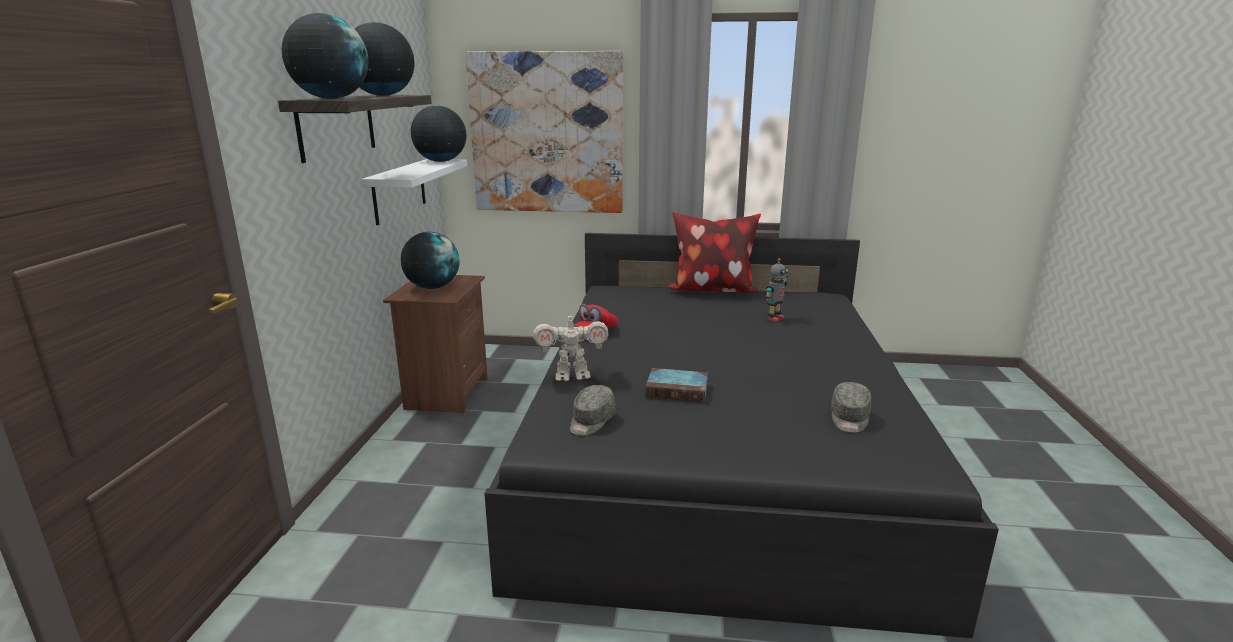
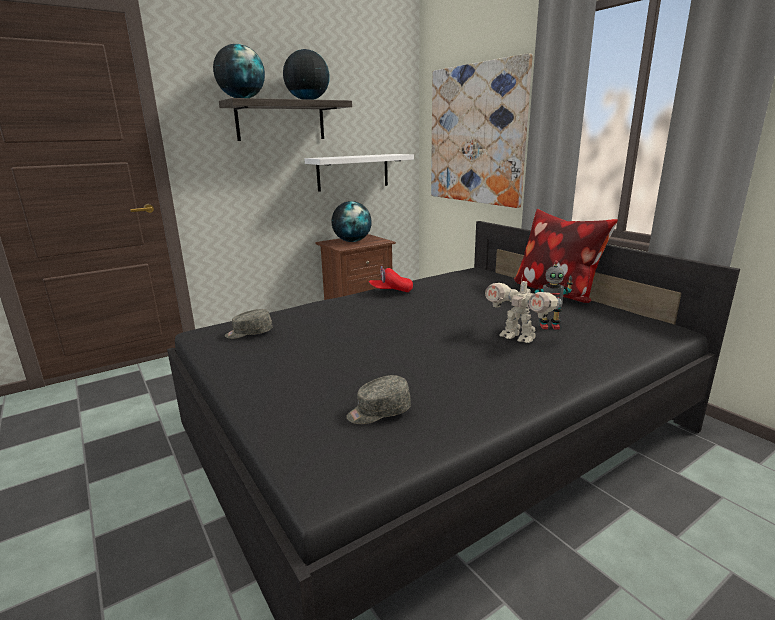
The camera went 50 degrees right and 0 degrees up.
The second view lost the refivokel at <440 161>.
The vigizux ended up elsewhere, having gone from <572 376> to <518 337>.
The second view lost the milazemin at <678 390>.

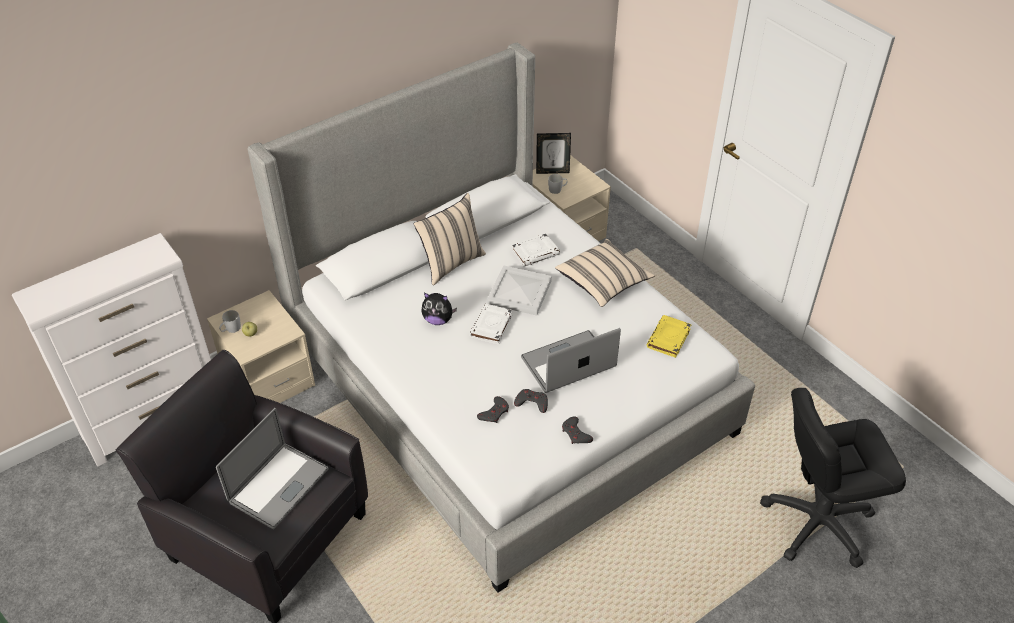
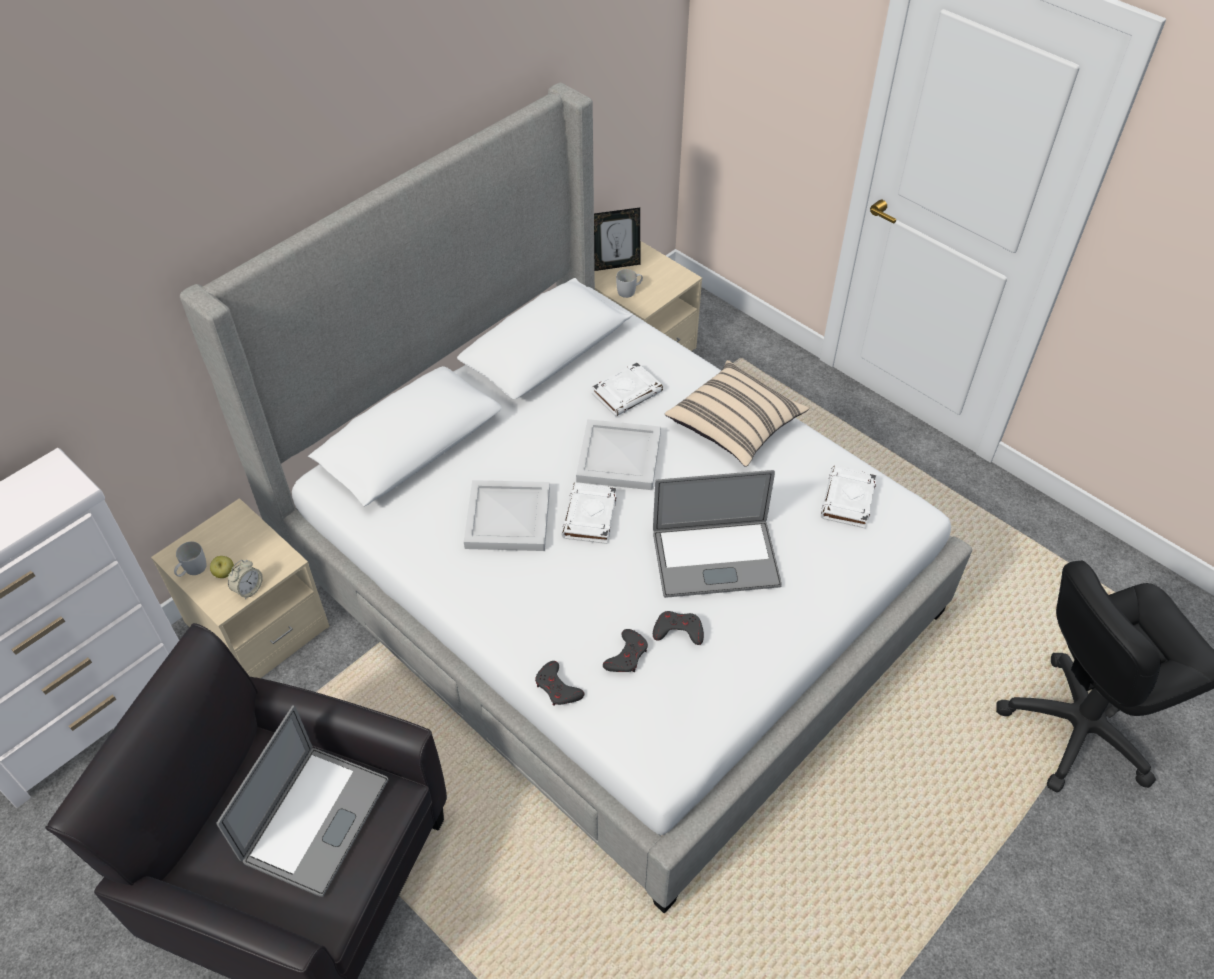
The camera went 10 degrees left and 5 degrees up.
The second view lost the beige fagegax at <451 263>.
Where the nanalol stood at <438 320>, the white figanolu came to stand at <509 517>.
What was the yellow milazemin at <668 339> turned into the white milazemin at <848 501>.
The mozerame at <568 362> ended up facing another way, 150 degrees counterclockwise from before.
The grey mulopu ended up elsewhere, having gone from <576 434> to <557 688>.
The second view gained the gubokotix at <249 589>.

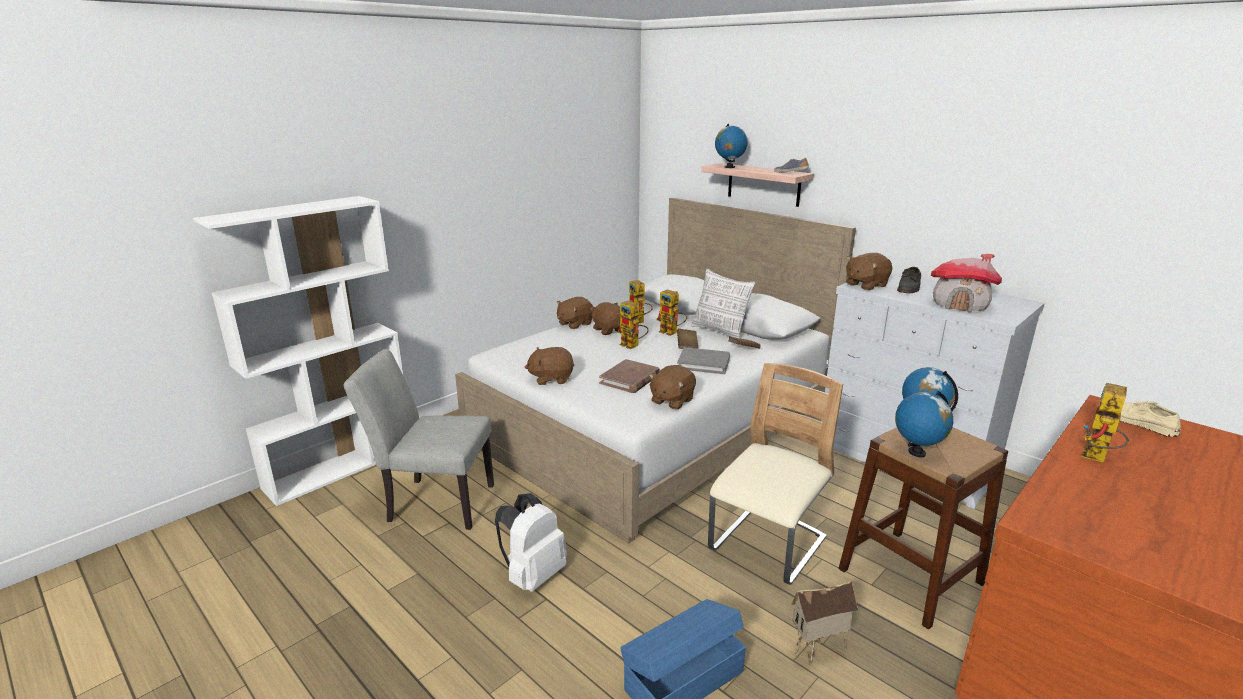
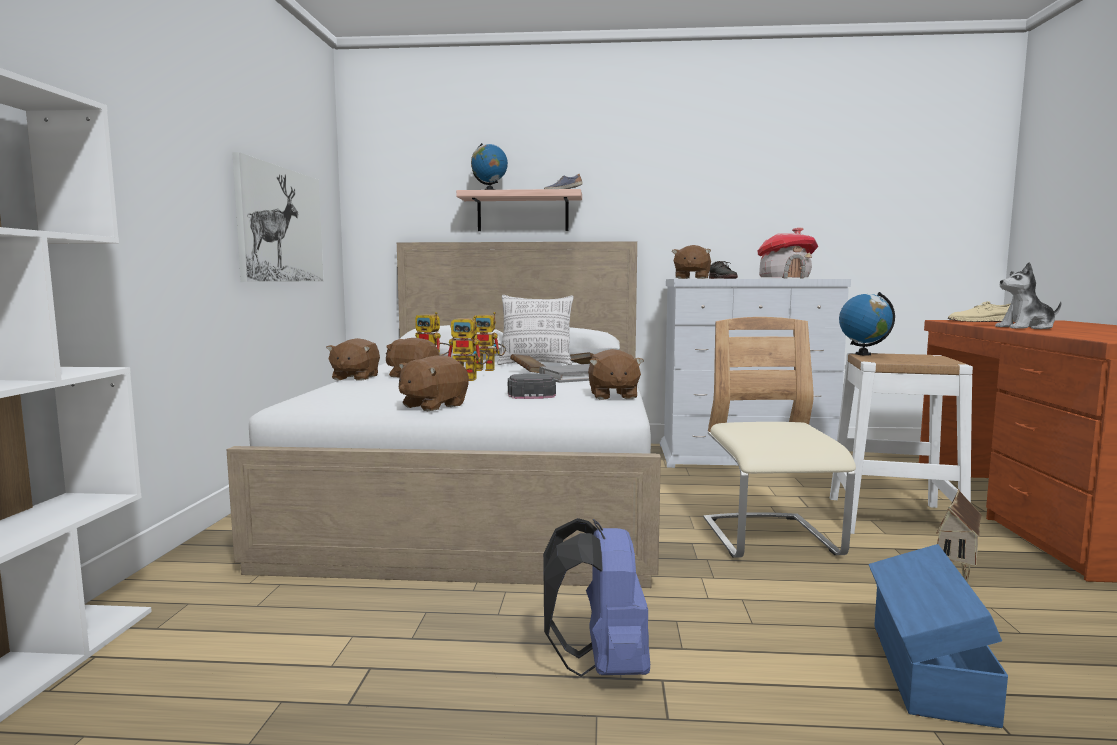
The camera went 40 degrees left and 15 degrees down.
The second view lost the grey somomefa at <433 502>.
Where the brown milazemin stood at <630 379>, the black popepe came to stand at <530 393>.
Where the vigizux stood at <1097 458>, the nanalol came to stand at <1026 328>.
The second view lost the refivokel at <916 452>.
What was the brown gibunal at <910 575> turned into the white gibunal at <893 518>.
What was the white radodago at <533 575> turned into the blue radodago at <601 666>.
The second view gained the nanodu at <281 225>.

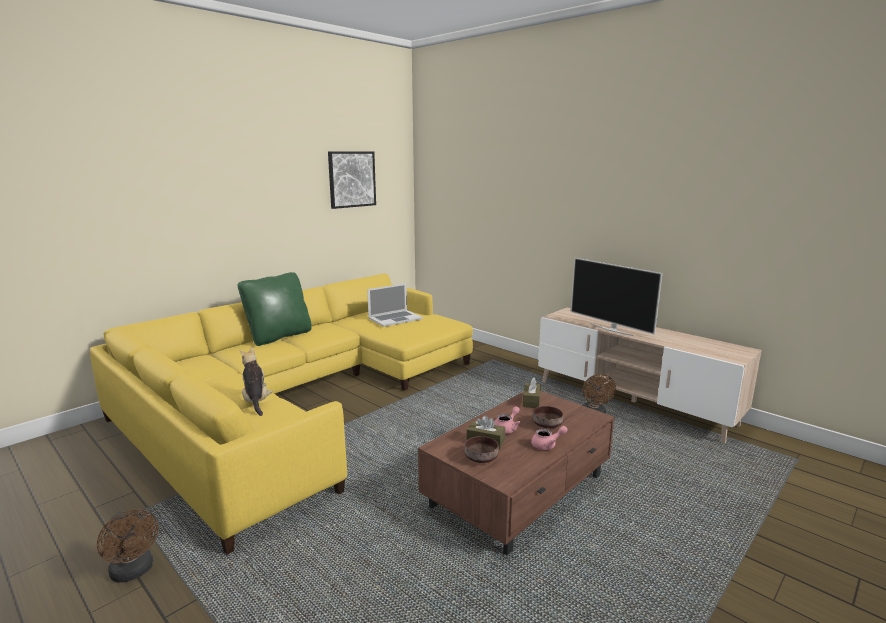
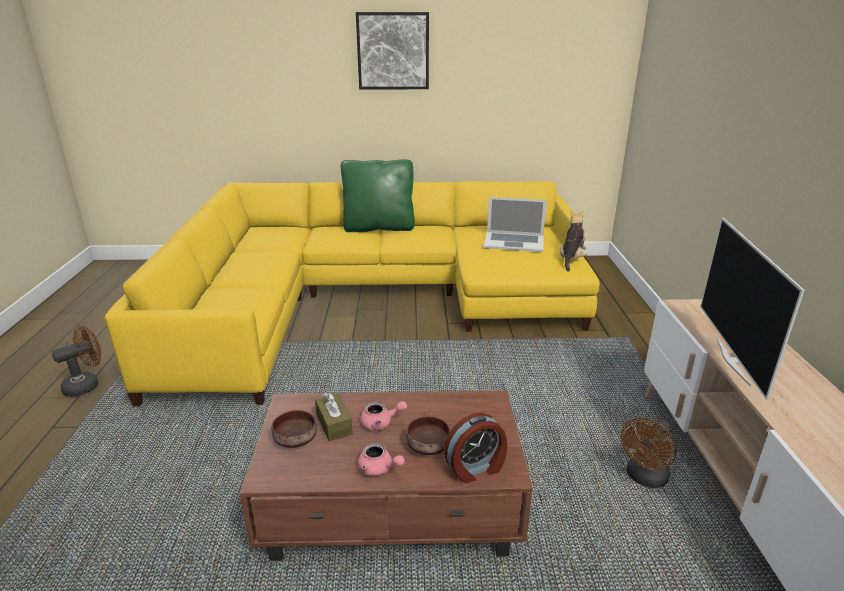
The camera went 45 degrees right and 10 degrees up.
The nanodu ended up elsewhere, having gone from <351 179> to <393 51>.
The nanalol ended up elsewhere, having gone from <256 401> to <571 259>.
The second view lost the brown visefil at <531 401>.
The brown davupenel at <134 572> ended up facing another way, 135 degrees counterclockwise from before.
The second view gained the gubokotix at <476 468>.

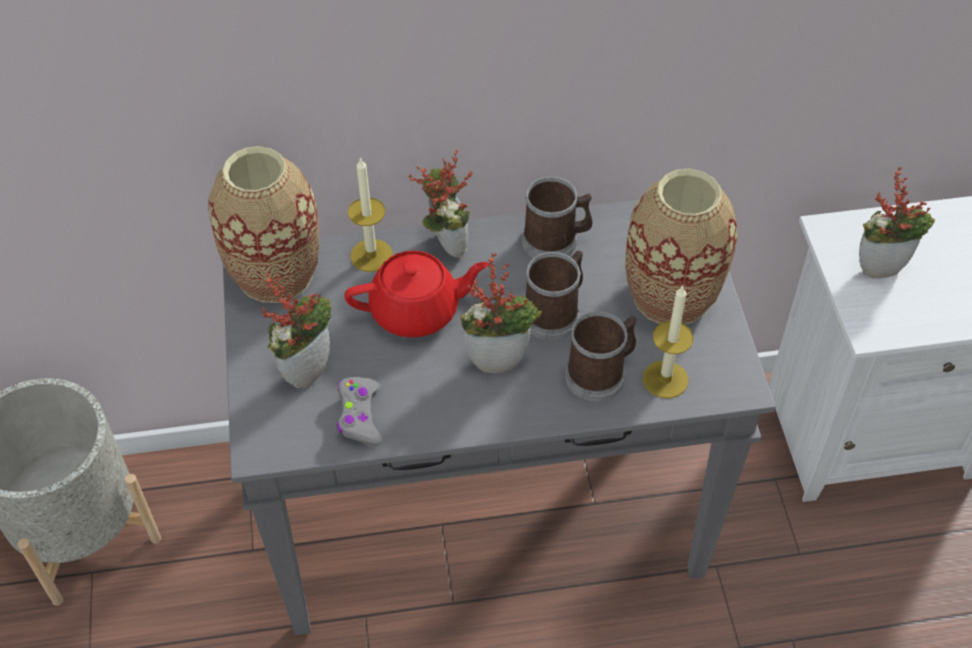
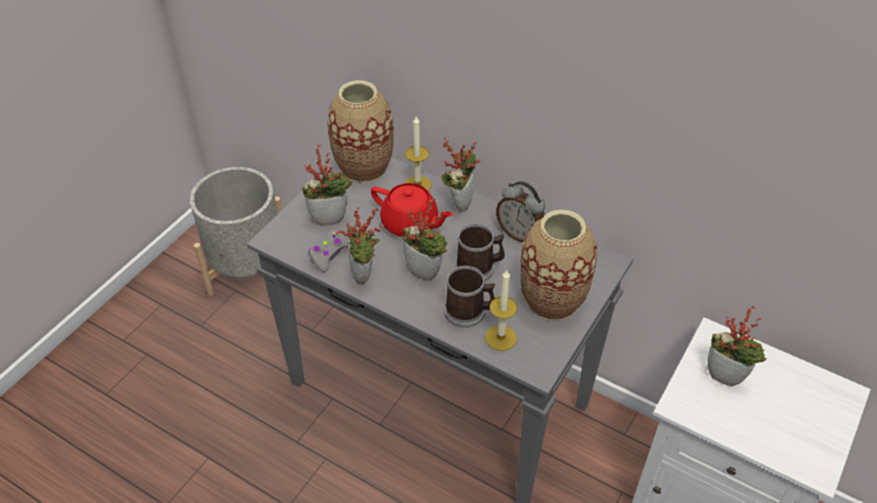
The camera went 40 degrees right and 5 degrees down.
Where the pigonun stood at <556 241>, the gubokotix came to stand at <520 234>.
The second view gained the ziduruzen at <365 275>.

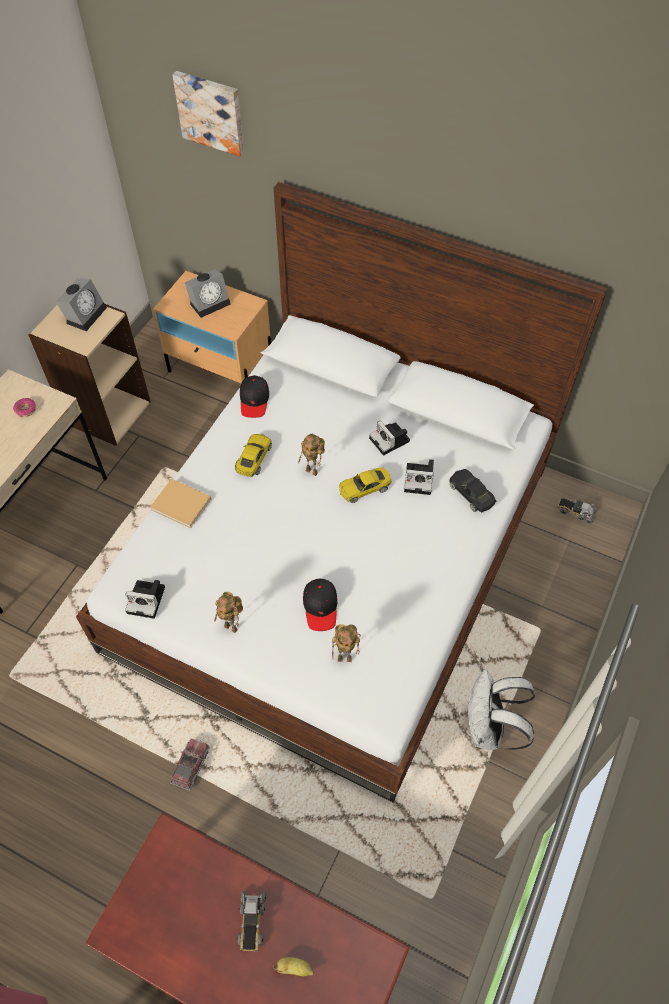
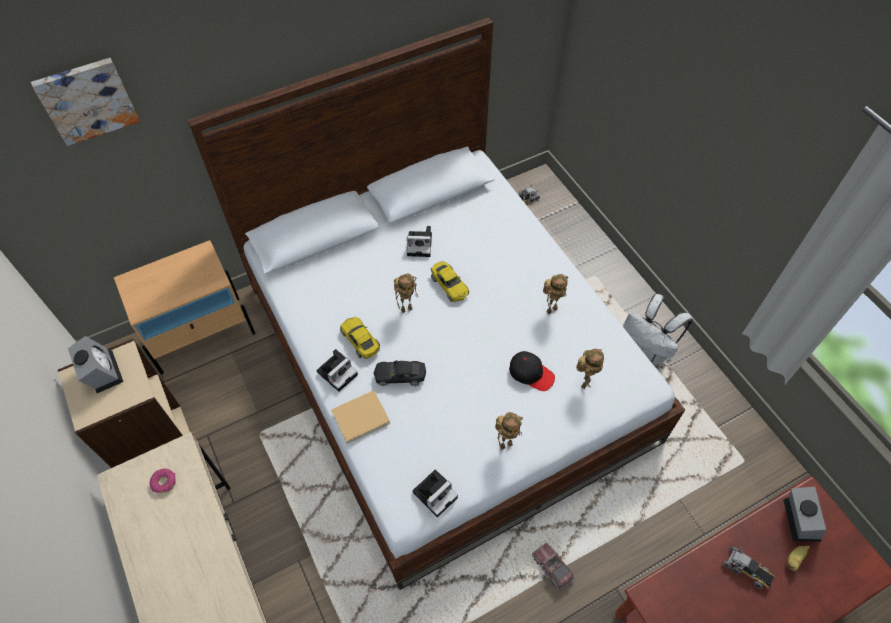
The camera went 55 degrees left and 0 degrees up.
The gubokotix ended up elsewhere, having gone from <210 302> to <798 518>.
The second view lost the black popepe at <254 400>.
The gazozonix ended up elsewhere, having gone from <420 479> to <338 372>.
The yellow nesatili at <364 488> ended up facing another way, 45 degrees counterclockwise from before.
The black nesatili ended up elsewhere, having gone from <471 494> to <400 375>.
The second view gained the vigizux at <551 309>.

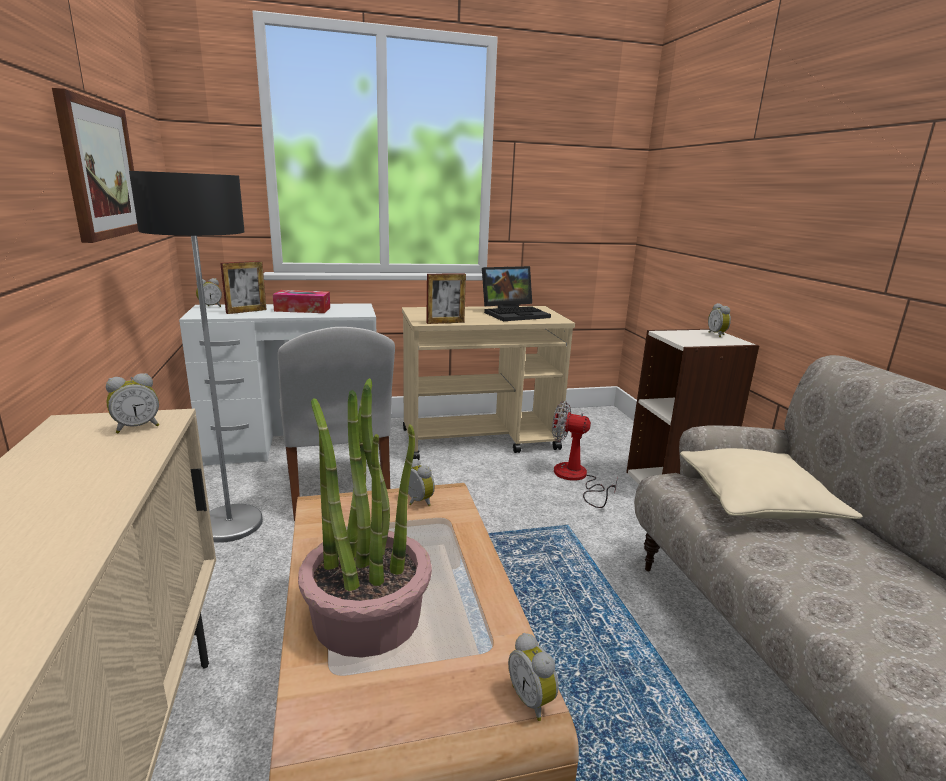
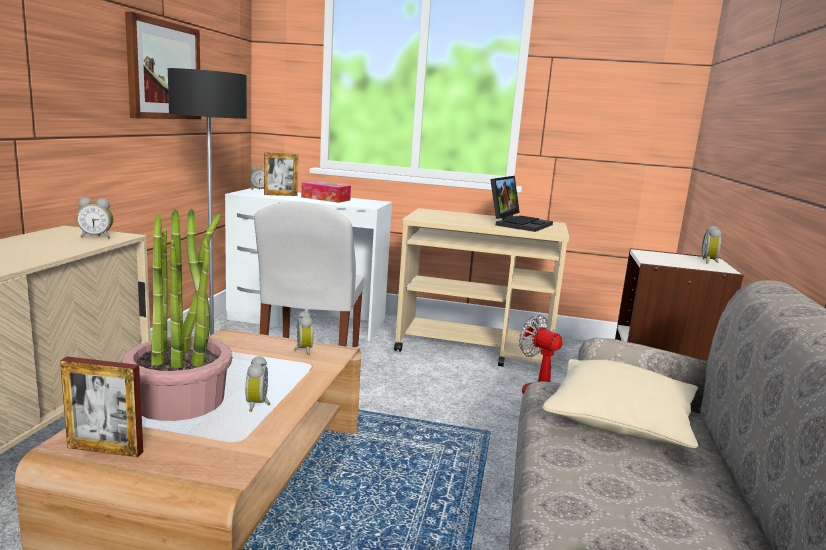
The camera went 25 degrees right and 5 degrees down.
The mozerame at <515 313> ended up facing another way, 60 degrees counterclockwise from before.
The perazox ended up elsewhere, having gone from <445 322> to <105 450>.
The gubokotix ended up elsewhere, having gone from <533 699> to <259 405>.

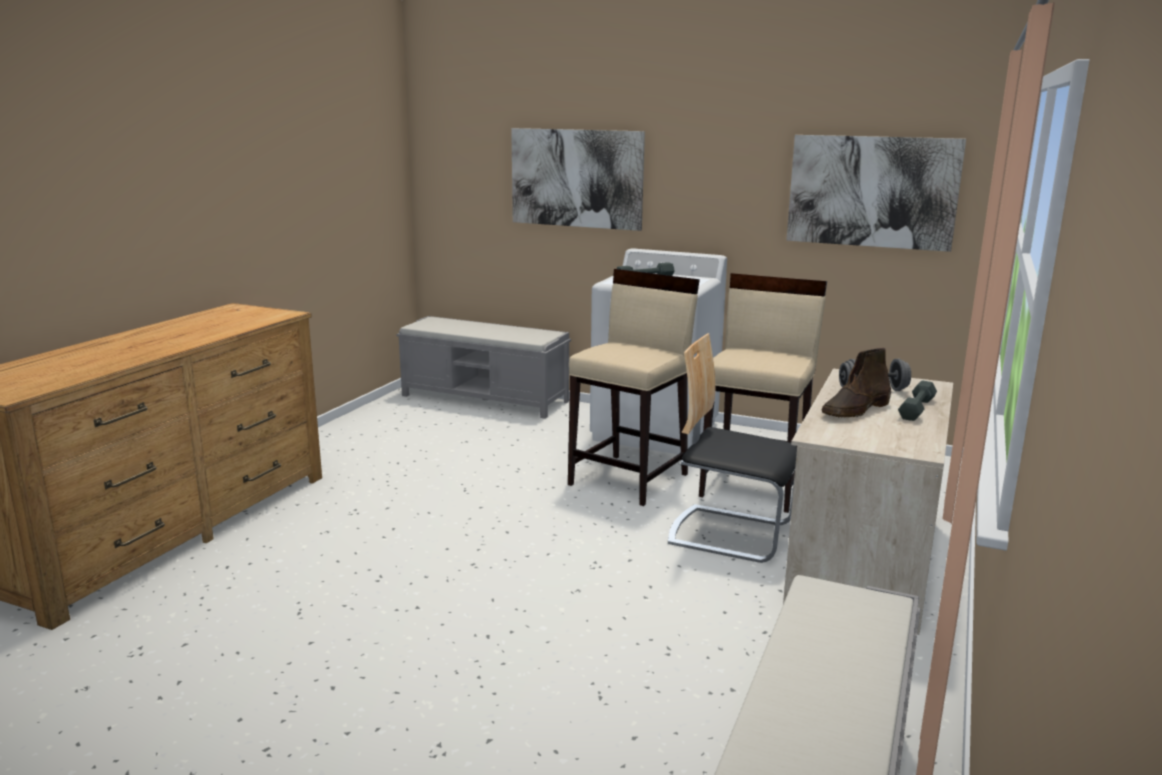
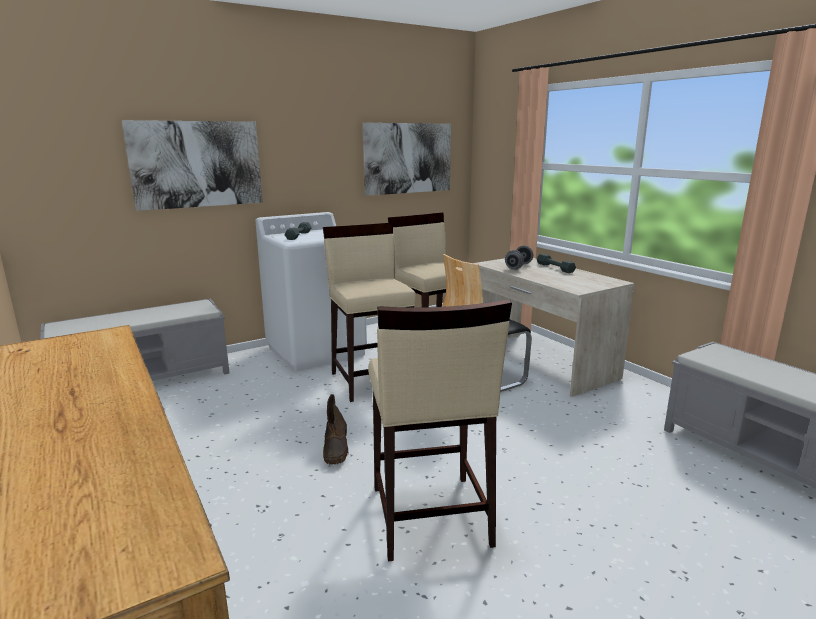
The camera went 55 degrees left and 0 degrees up.
The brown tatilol ended up elsewhere, having gone from <855 410> to <336 448>.
The second view gained the beige gibunal at <429 516>.

